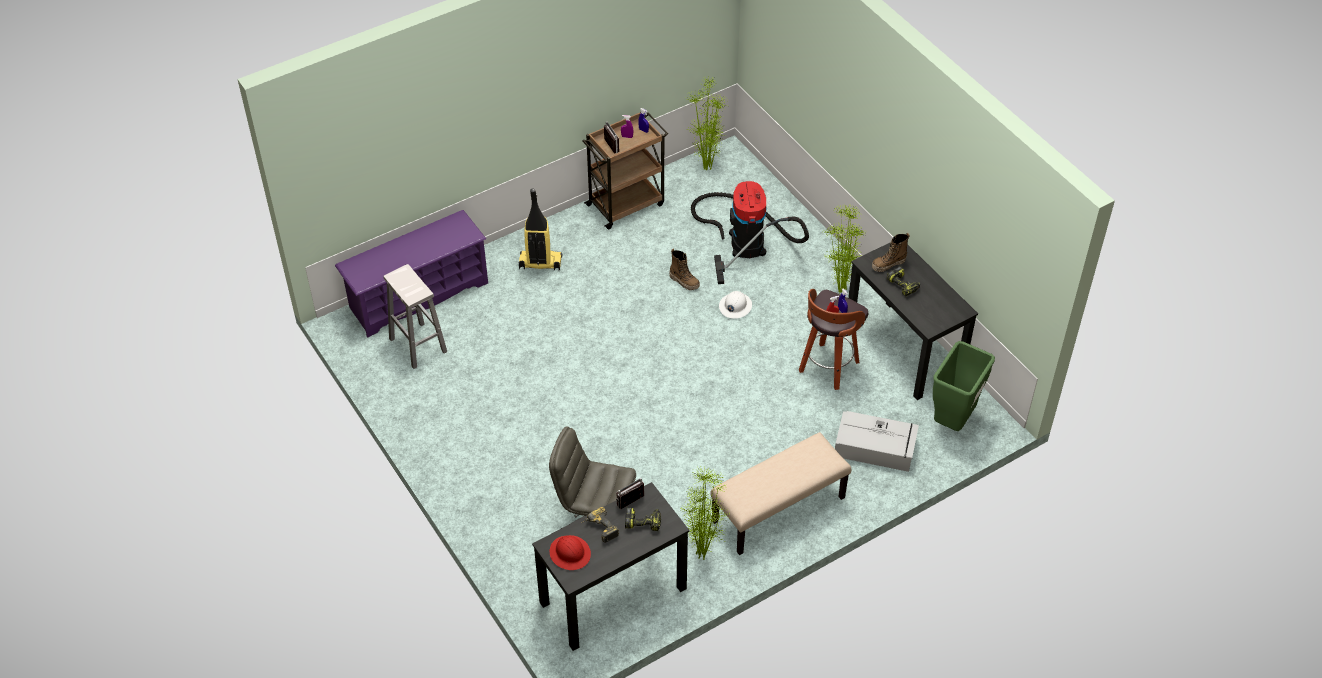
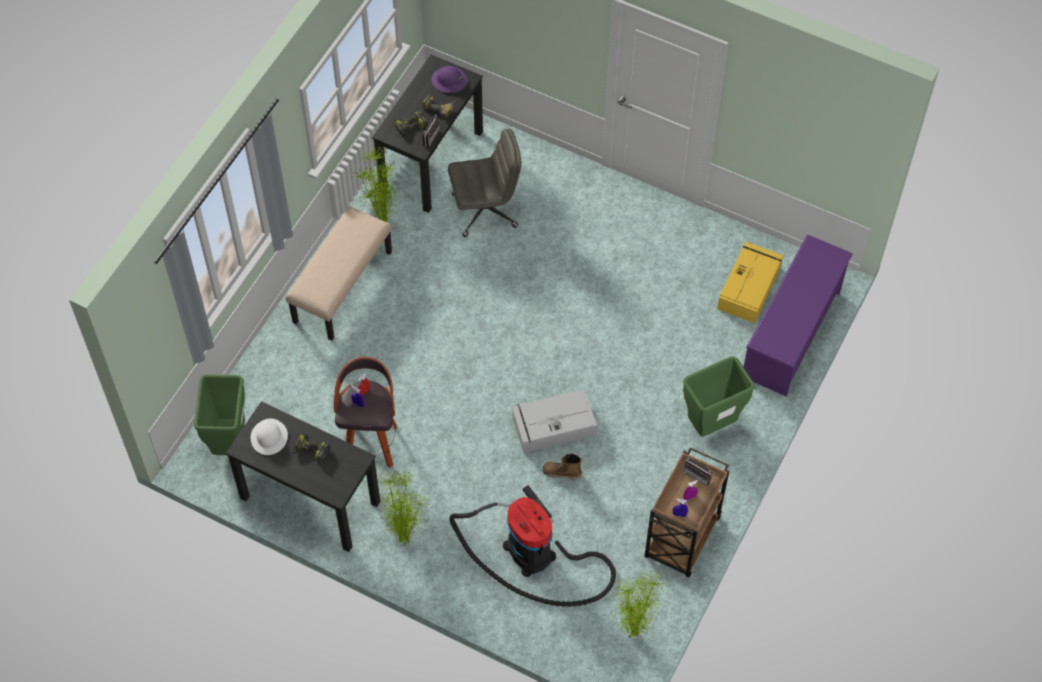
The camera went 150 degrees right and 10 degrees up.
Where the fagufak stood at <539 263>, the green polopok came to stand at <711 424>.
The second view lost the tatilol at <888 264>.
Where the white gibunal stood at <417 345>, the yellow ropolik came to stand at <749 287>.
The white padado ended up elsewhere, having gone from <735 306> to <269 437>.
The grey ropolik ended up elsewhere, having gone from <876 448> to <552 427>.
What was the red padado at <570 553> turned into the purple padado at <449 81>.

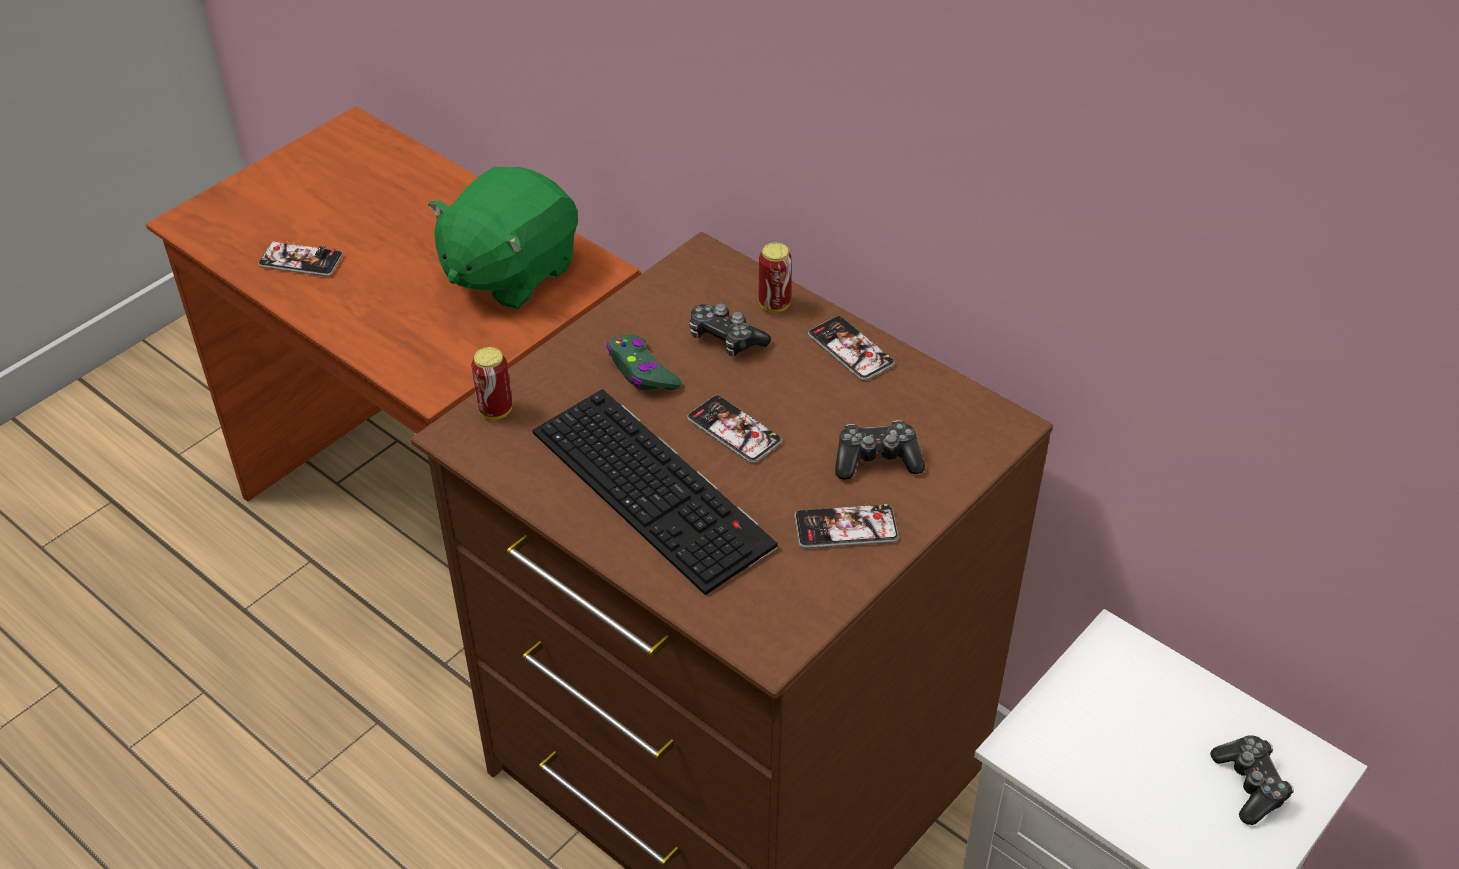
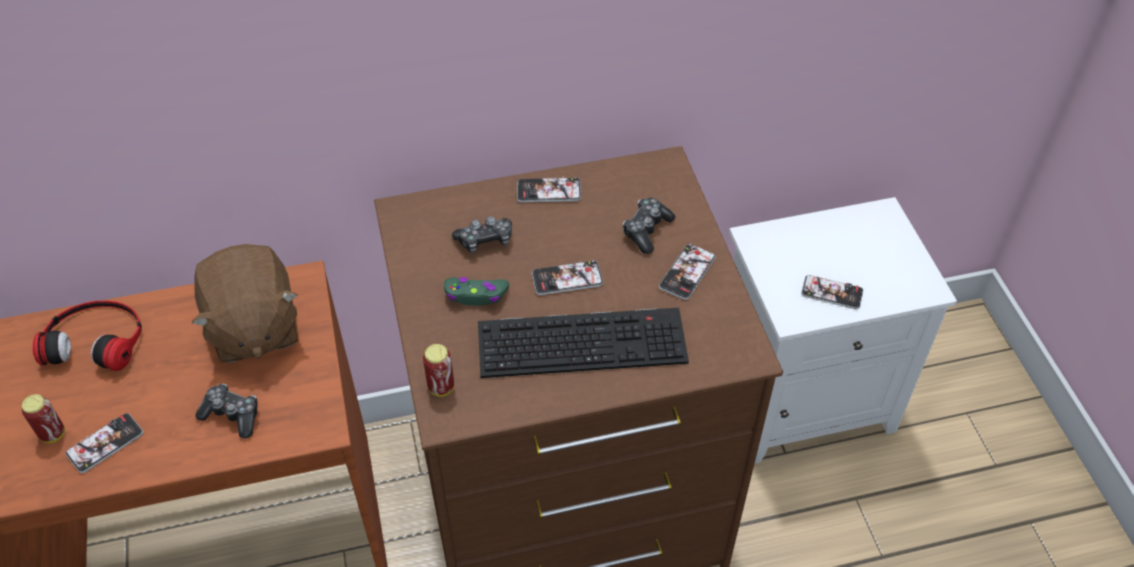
The camera went 55 degrees left and 5 degrees up.
What was the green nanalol at <509 272> turned into the brown nanalol at <253 328>.
The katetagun ended up elsewhere, having gone from <774 305> to <52 434>.
The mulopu ended up elsewhere, having gone from <1250 785> to <232 415>.
The second view gained the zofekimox at <831 293>.
The second view gained the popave at <96 339>.

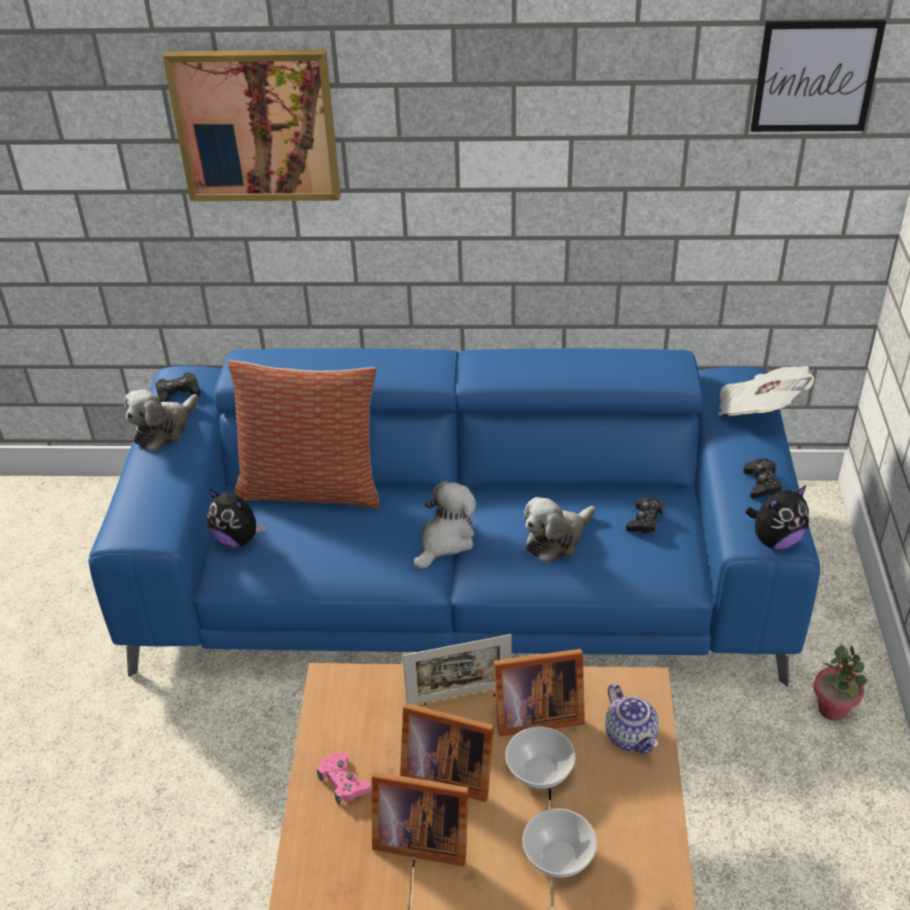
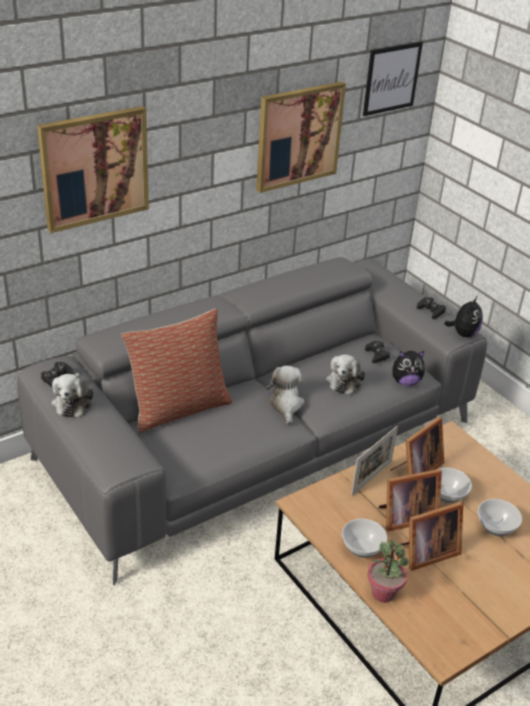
The camera went 40 degrees left and 5 degrees down.
What was the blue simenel at <459 576> turned into the grey simenel at <258 439>.
The second view lost the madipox at <758 409>.
The nanalol ended up elsewhere, having gone from <237 539> to <405 382>.
The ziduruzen ended up elsewhere, having gone from <833 709> to <383 593>.
The second view lost the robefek at <631 735>.
Where the pink mulopu stood at <343 782>, the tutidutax came to stand at <361 548>.
The second view gained the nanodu at <298 136>.

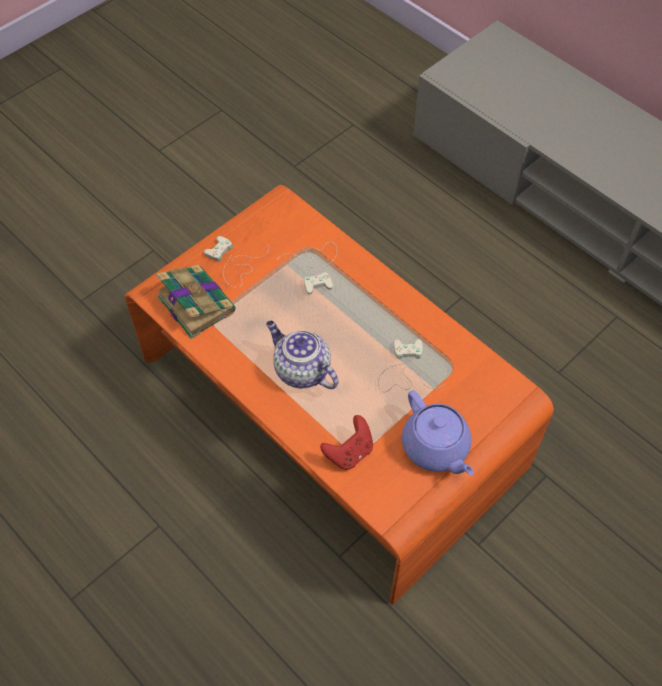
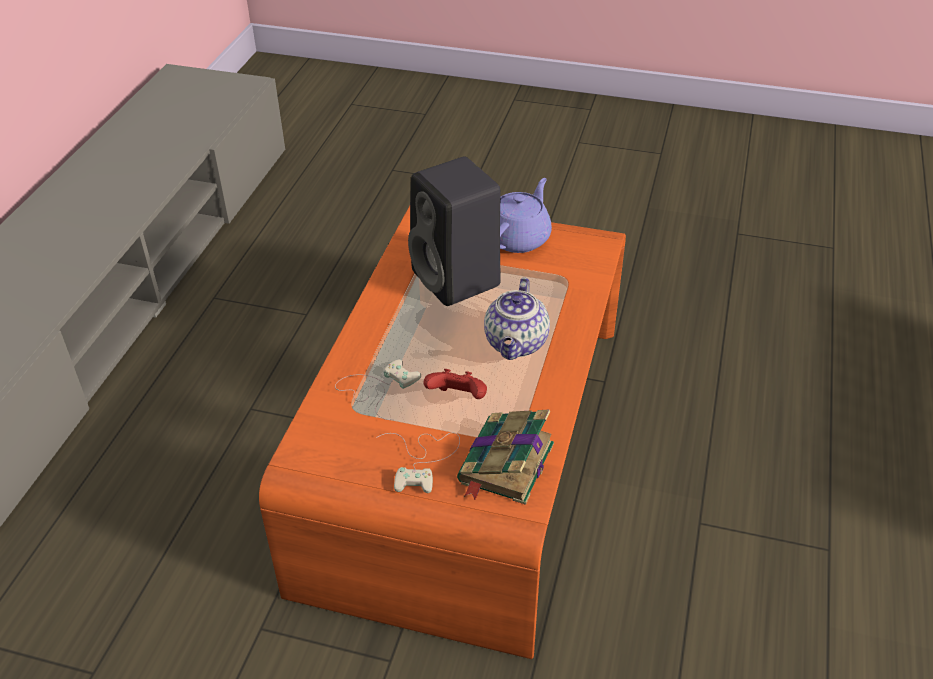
The camera went 120 degrees left and 15 degrees down.
Where the white mulopu stood at <404 371>, the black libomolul came to stand at <458 280>.
The red mulopu ended up elsewhere, having gone from <349 452> to <458 398>.

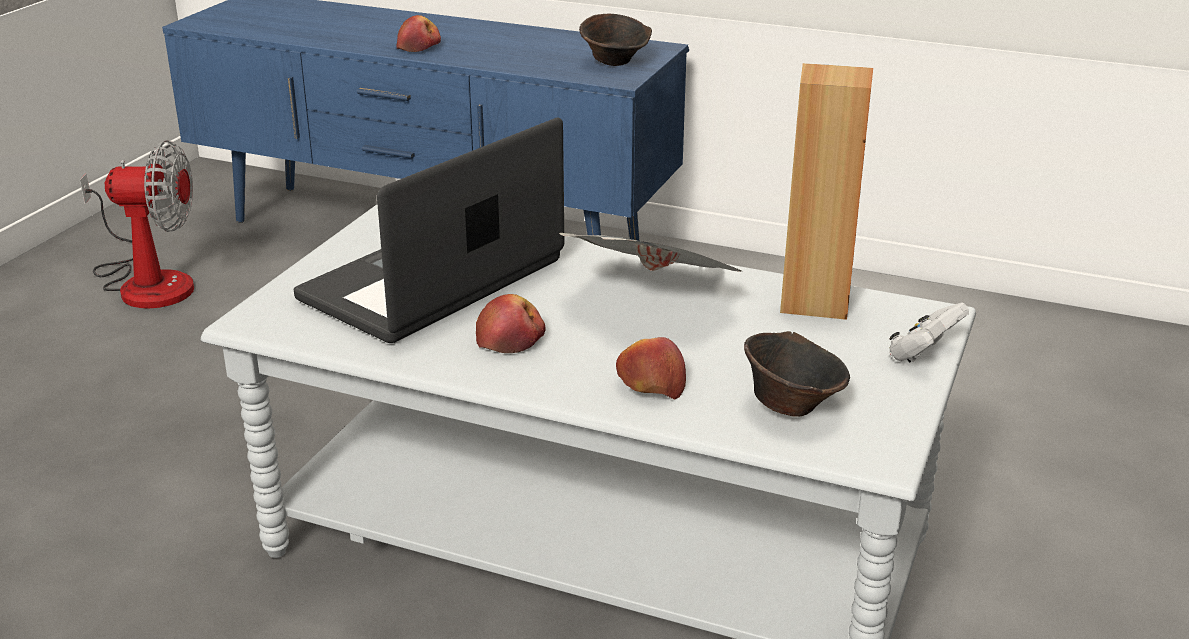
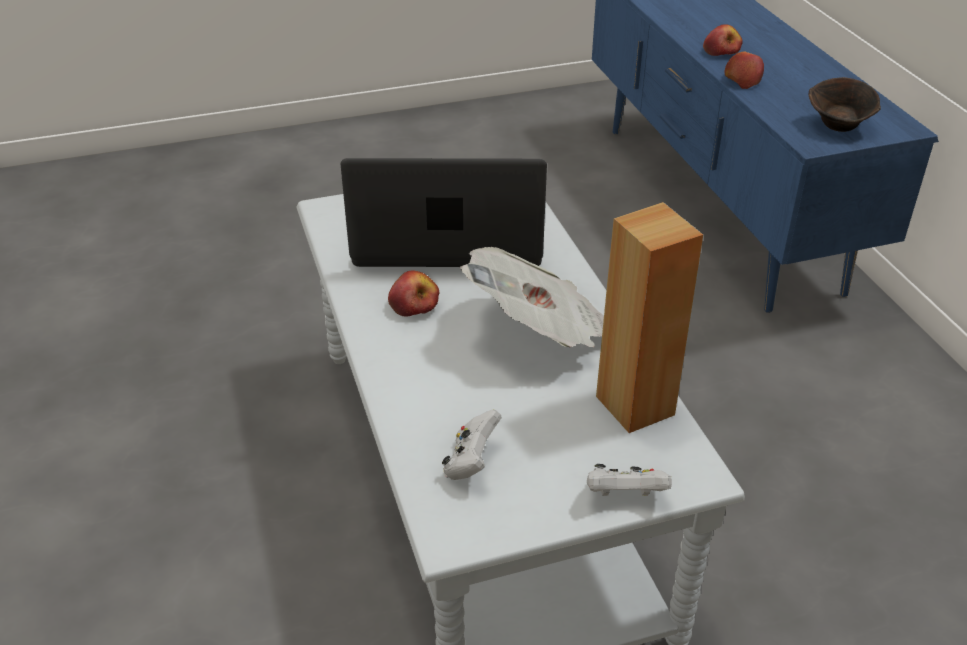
The camera went 50 degrees right and 10 degrees up.
The second view lost the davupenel at <147 281>.
Where the brown tutidutax stood at <791 405>, the white mulopu came to stand at <471 462>.
The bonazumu ended up elsewhere, having gone from <650 384> to <742 79>.

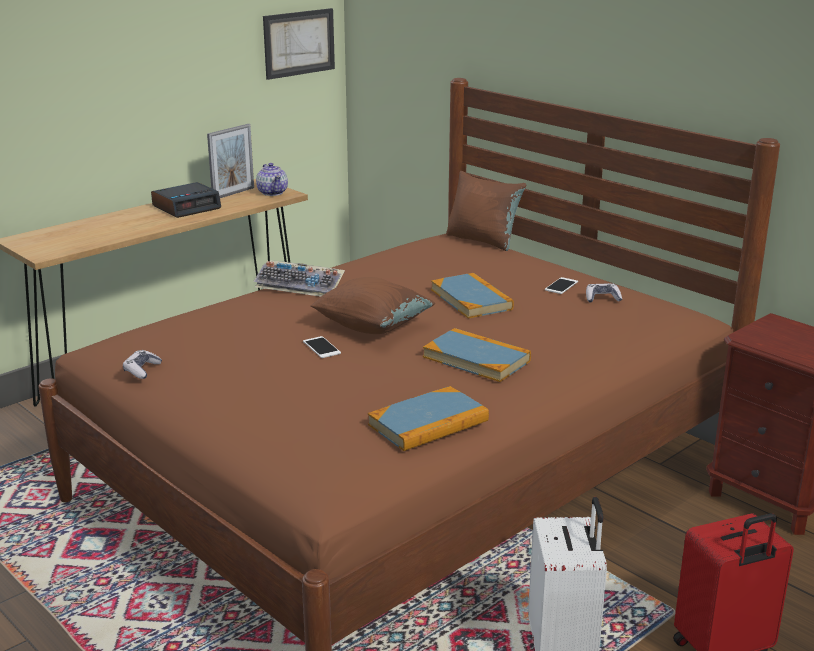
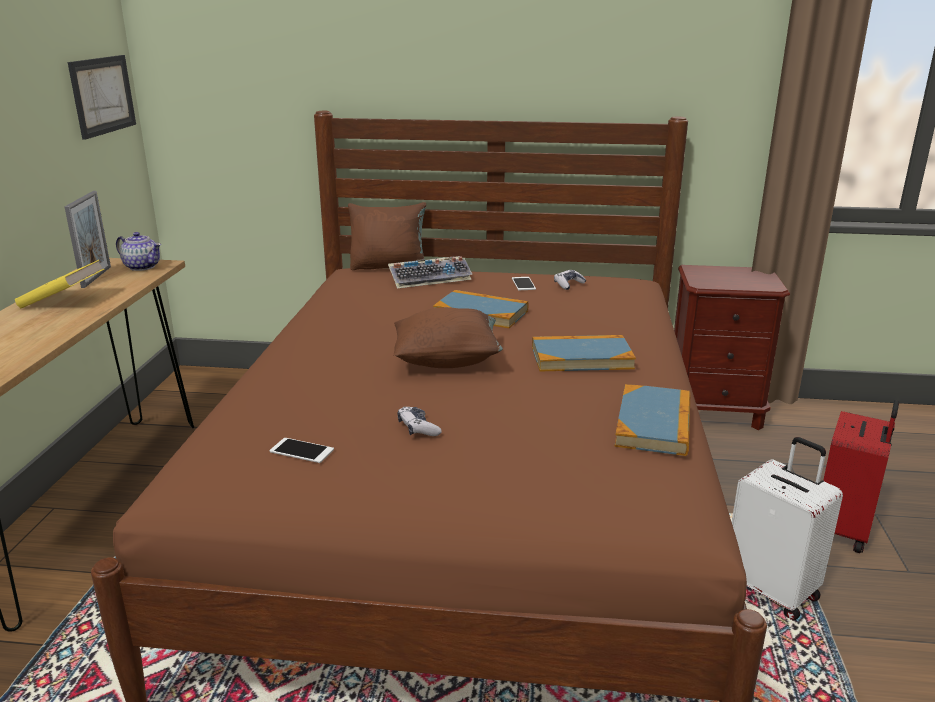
The camera went 40 degrees left and 0 degrees up.
Where the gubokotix stood at <187 207>, the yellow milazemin came to stand at <63 302>.
The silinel ended up elsewhere, having gone from <301 286> to <430 278>.
The zofekimox ended up elsewhere, having gone from <321 347> to <301 451>.
The mulopu ended up elsewhere, having gone from <142 370> to <418 428>.

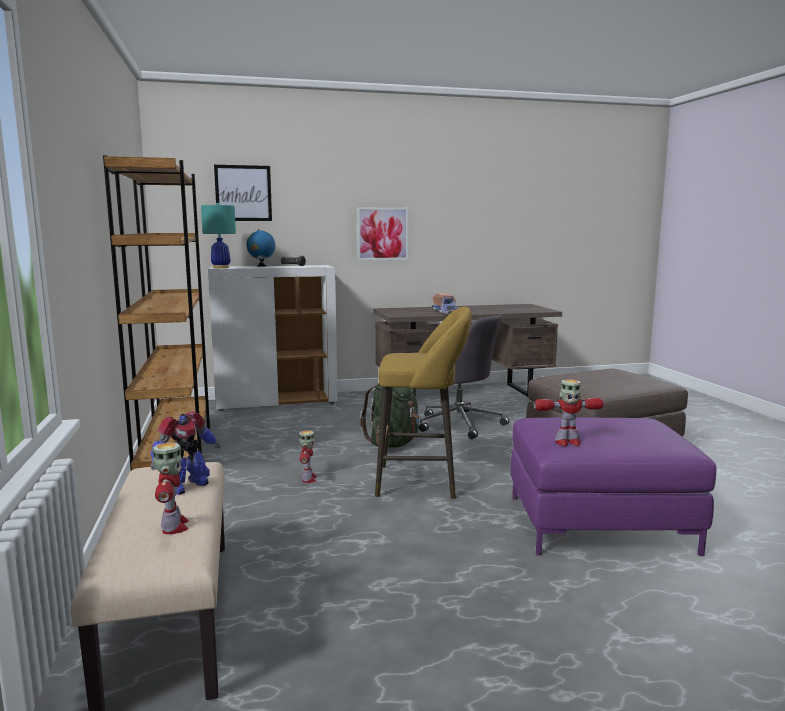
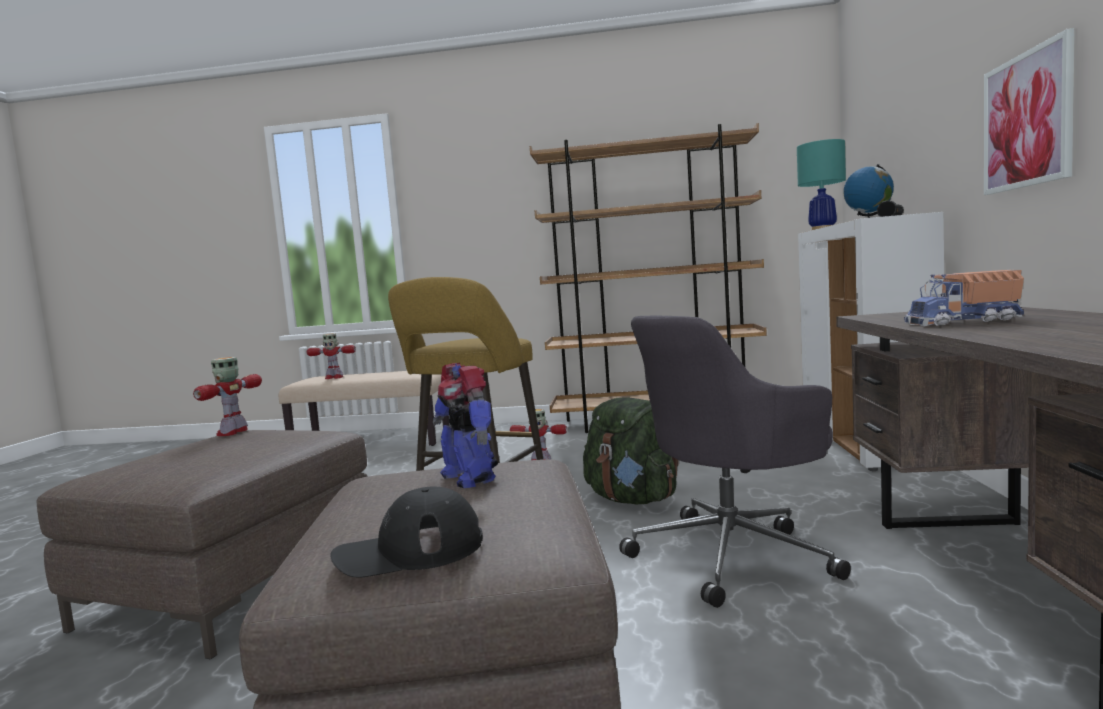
The camera went 110 degrees right and 5 degrees down.
The second view lost the nanodu at <243 193>.
The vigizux ended up elsewhere, having gone from <186 486> to <469 477>.
What was the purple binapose at <599 524> turned into the brown binapose at <235 585>.
The second view gained the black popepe at <409 551>.

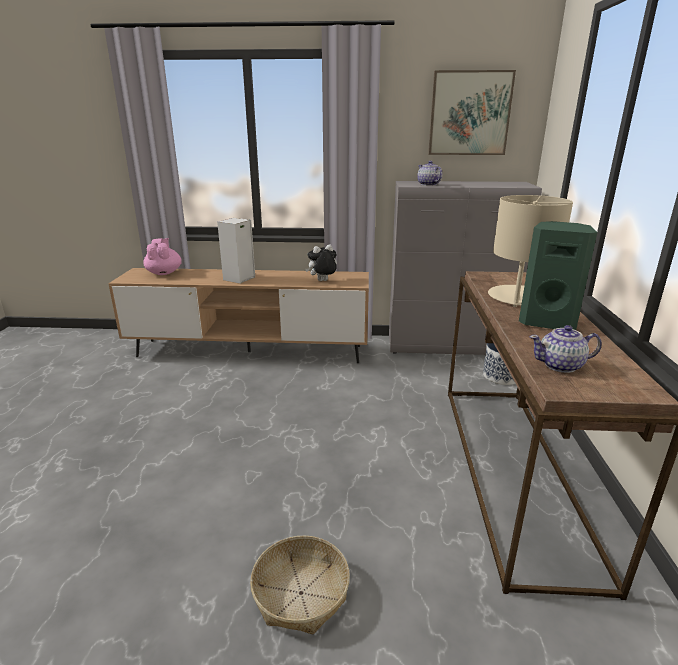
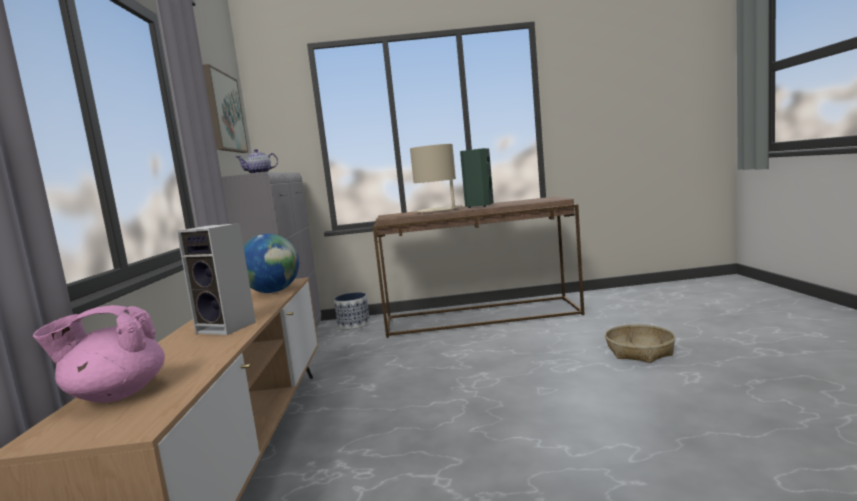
The camera went 95 degrees left and 15 degrees down.
Where the nanalol stood at <322 281>, the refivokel came to stand at <273 292>.
The second view lost the robefek at <561 366>.

